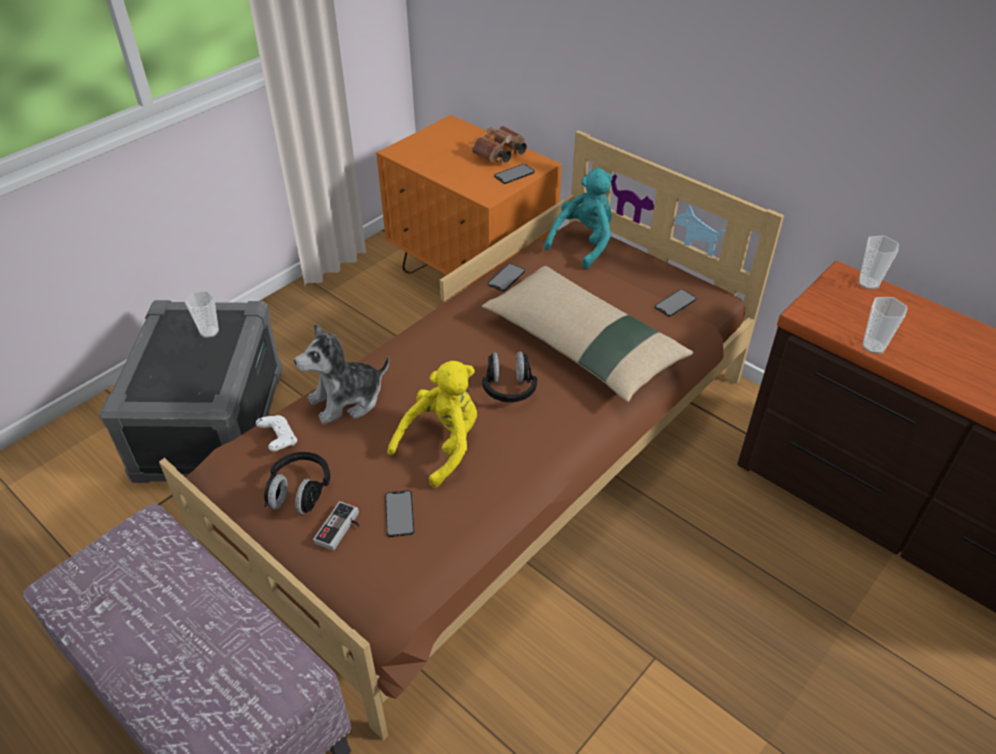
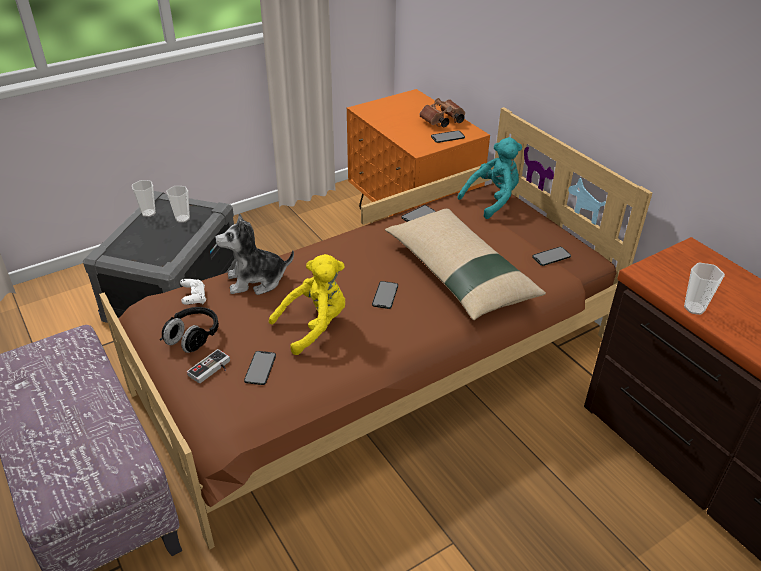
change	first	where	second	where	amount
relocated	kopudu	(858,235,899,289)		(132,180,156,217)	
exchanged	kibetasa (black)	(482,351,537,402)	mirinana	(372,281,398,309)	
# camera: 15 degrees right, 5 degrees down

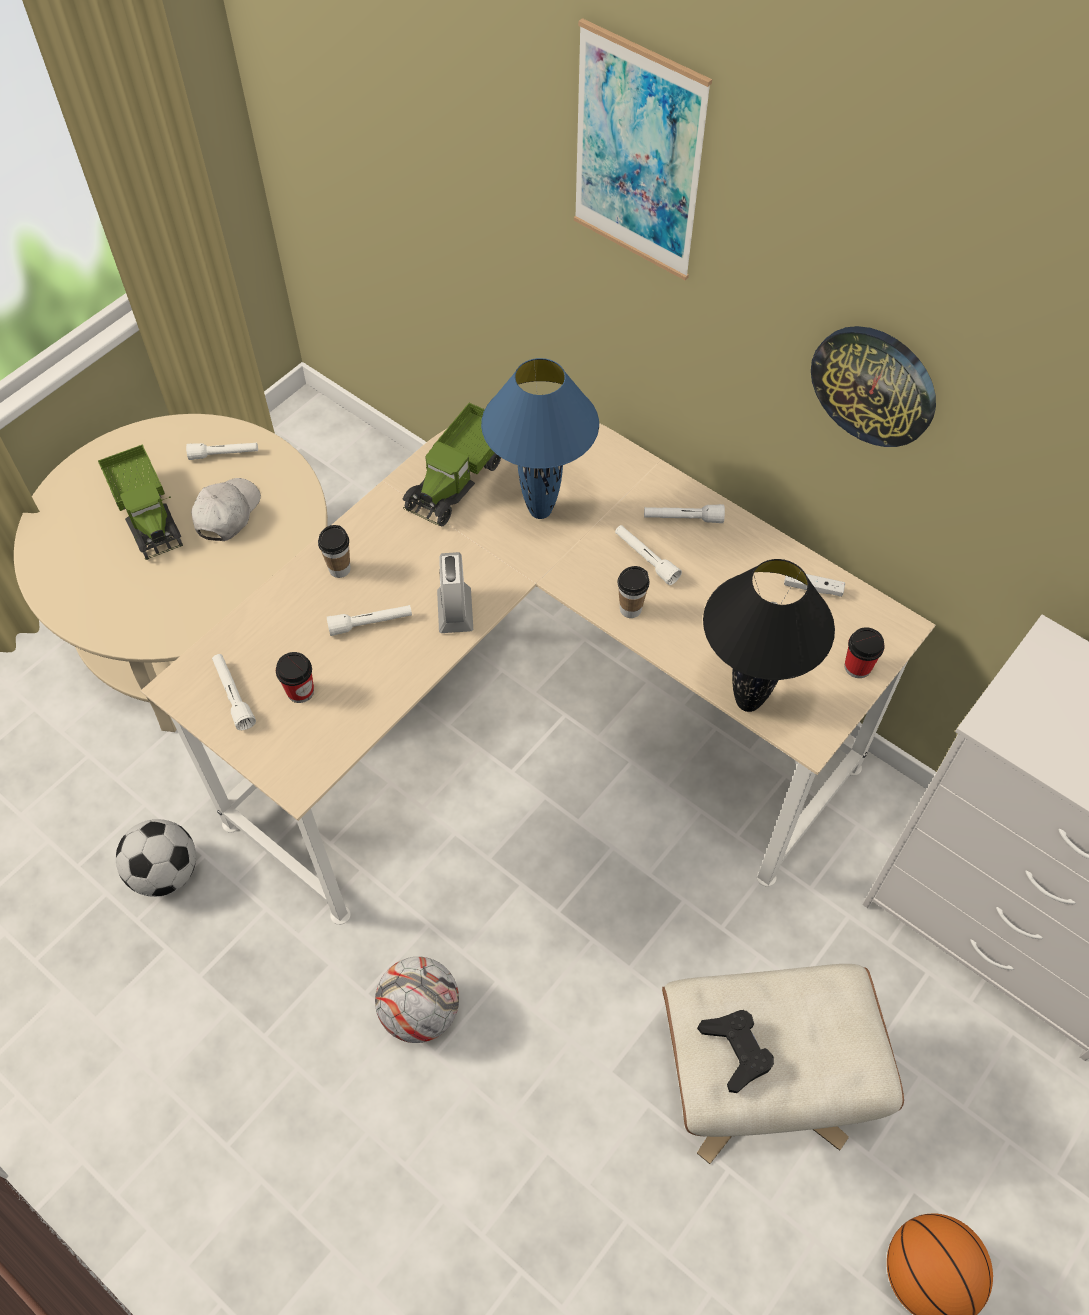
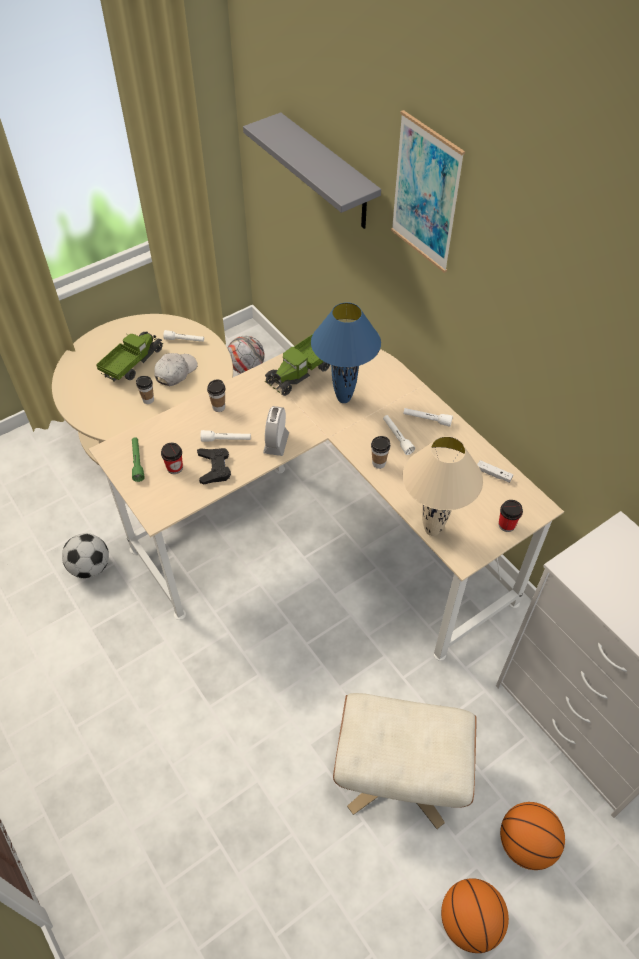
change	first	where	second	where	amount
missing	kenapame	(811,326,936,447)			
spun	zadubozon	(98,444,183,560)		(96,331,163,381)	135 degrees counterclockwise
colour	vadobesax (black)	(703,559,835,712)	vadobesax (beige)	(402,436,483,536)	
colour	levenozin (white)	(212,654,256,730)	levenozin (green)	(132,437,144,482)	
relocated	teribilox	(375,957,459,1043)		(227,336,265,373)	
relocated	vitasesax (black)	(697,1010,774,1093)		(197,448,231,484)	
appeared			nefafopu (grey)	(243,112,381,229)	
appeared			kopudu	(136,376,154,404)	
appeared			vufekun	(500,802,565,870)	
# camera: 15 degrees right, 5 degrees down

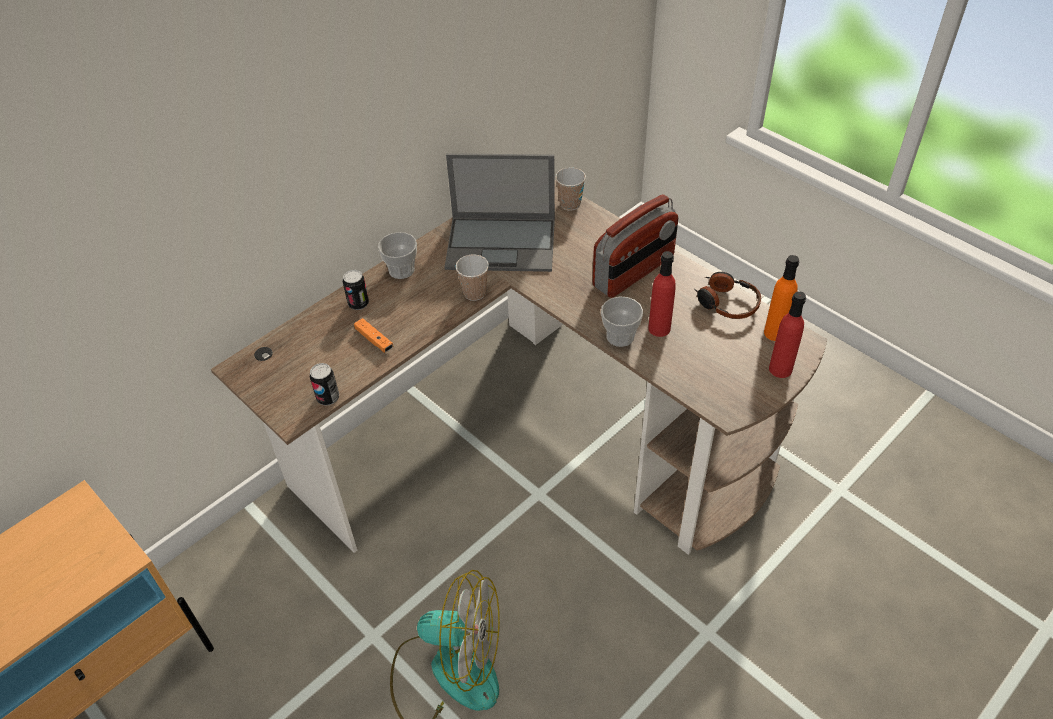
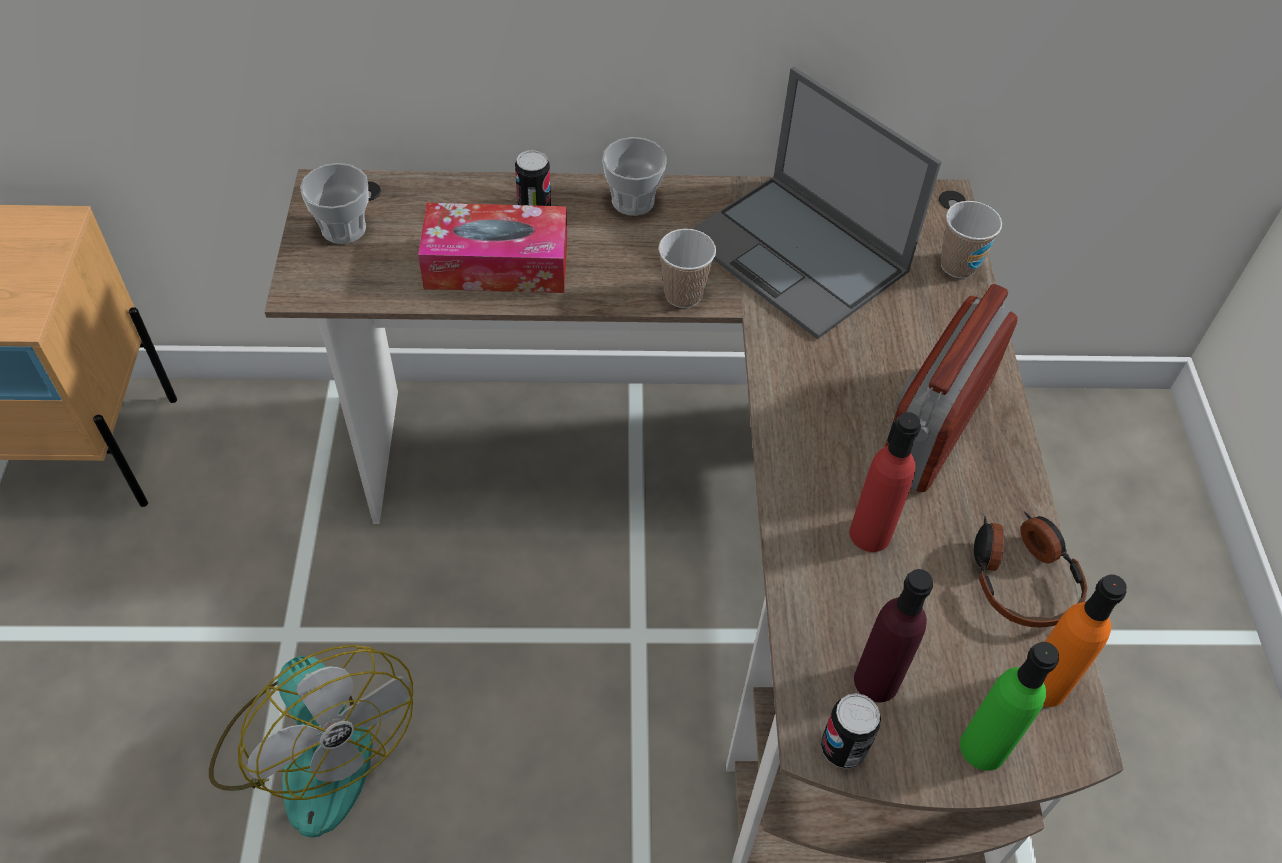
change	first	where	second	where	amount
spun	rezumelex	(593,194,678,298)		(885,284,1018,492)	120 degrees clockwise
colour	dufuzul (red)	(769,291,806,378)	dufuzul (green)	(960,642,1059,771)	
relocated	kopudu	(601,297,643,347)		(300,163,368,244)	
exchanged	vitasesax (orange)	(354,318,393,353)	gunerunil	(418,203,567,293)	
relocated	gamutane	(310,363,339,406)		(821,693,881,769)	
appeared			dufuzul (purple)	(854,569,933,702)	
# camera: 40 degrees right, 5 degrees up

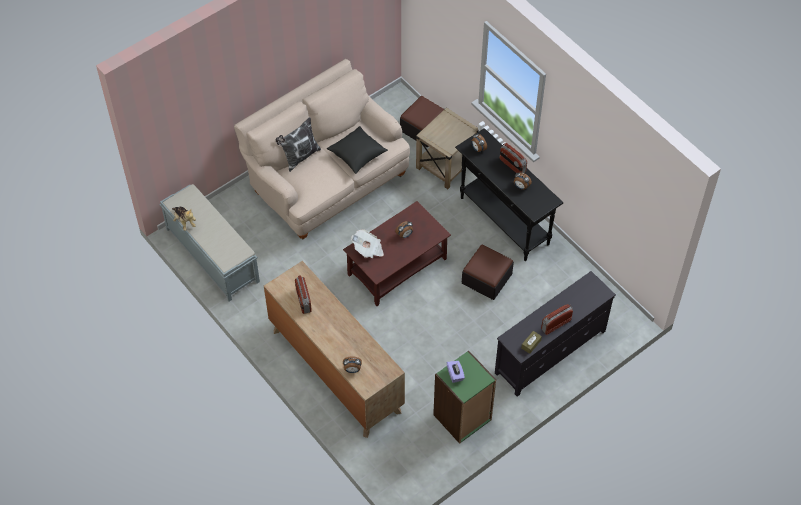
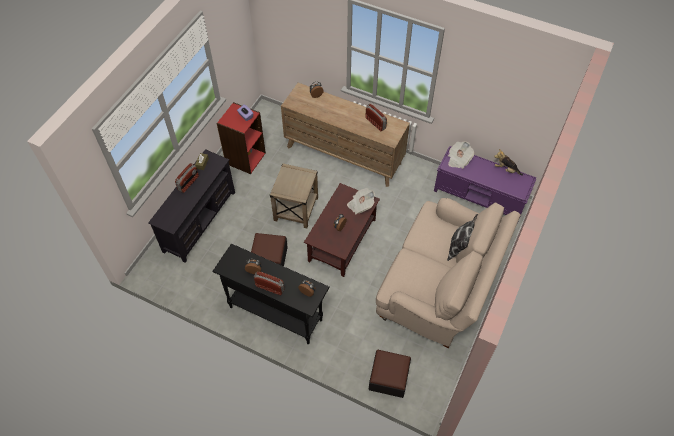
change	first	where	second	where	amount
relocated	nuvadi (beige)	(416,107,479,189)		(270,163,318,228)	
missing	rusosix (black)	(327,126,388,174)			
colour	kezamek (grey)	(159,184,260,302)	kezamek (purple)	(434,146,536,221)	
colour	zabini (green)	(433,350,496,444)	zabini (red)	(216,102,266,174)	
appeared			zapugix	(448,141,474,169)	
# camera: 155 degrees right, 0 degrees up

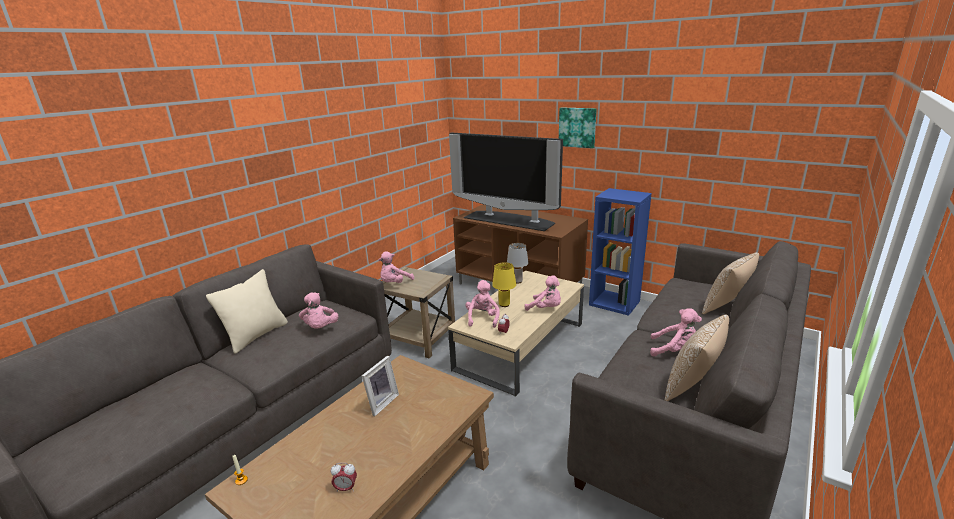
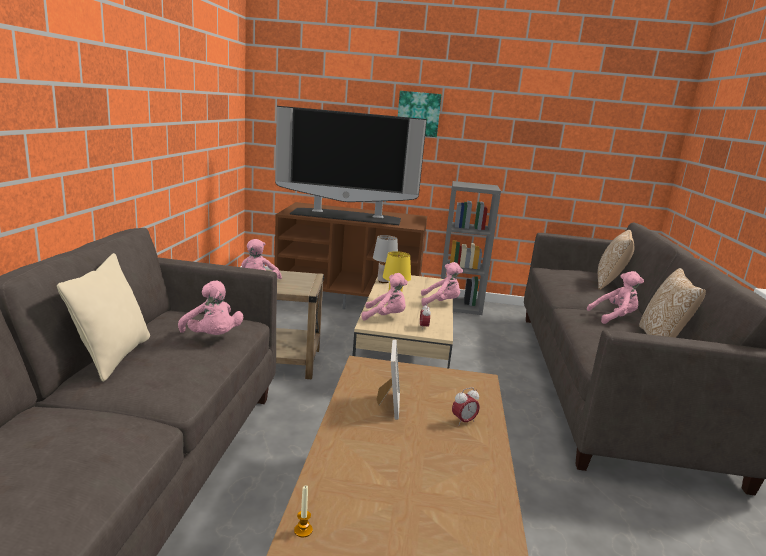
change	first	where	second	where	amount
colour	zabini (blue)	(589,188,652,316)	zabini (grey)	(441,181,501,315)	
spun	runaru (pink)	(465,280,500,328)		(362,273,408,320)	120 degrees clockwise
relocated	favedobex	(331,463,357,492)		(452,387,480,426)	
# camera: 30 degrees left, 5 degrees down

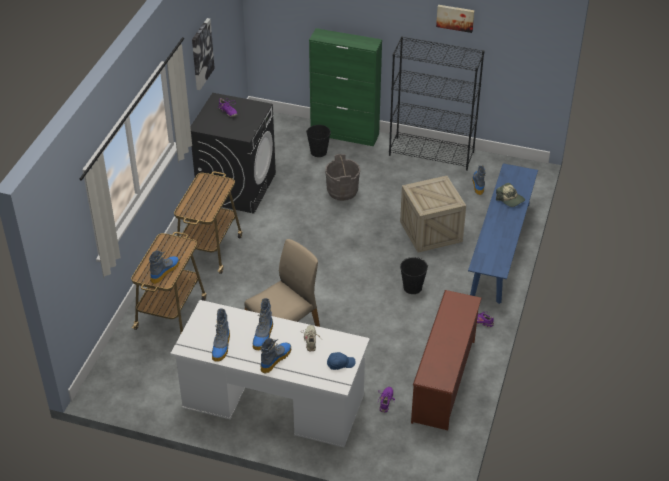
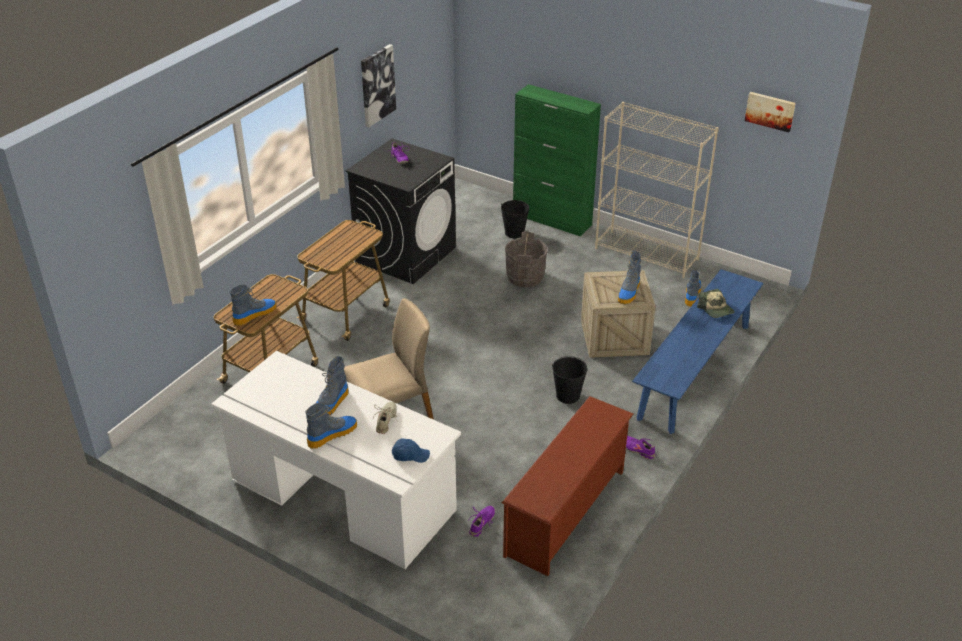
change	first	where	second	where	amount
relocated	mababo	(436,5,475,33)		(745,92,796,133)	
colour	zabini (black)	(389,36,484,171)	zabini (beige)	(595,102,719,278)	
relocated	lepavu	(212,308,230,362)		(618,251,641,304)	
# camera: 15 degrees right, 5 degrees down

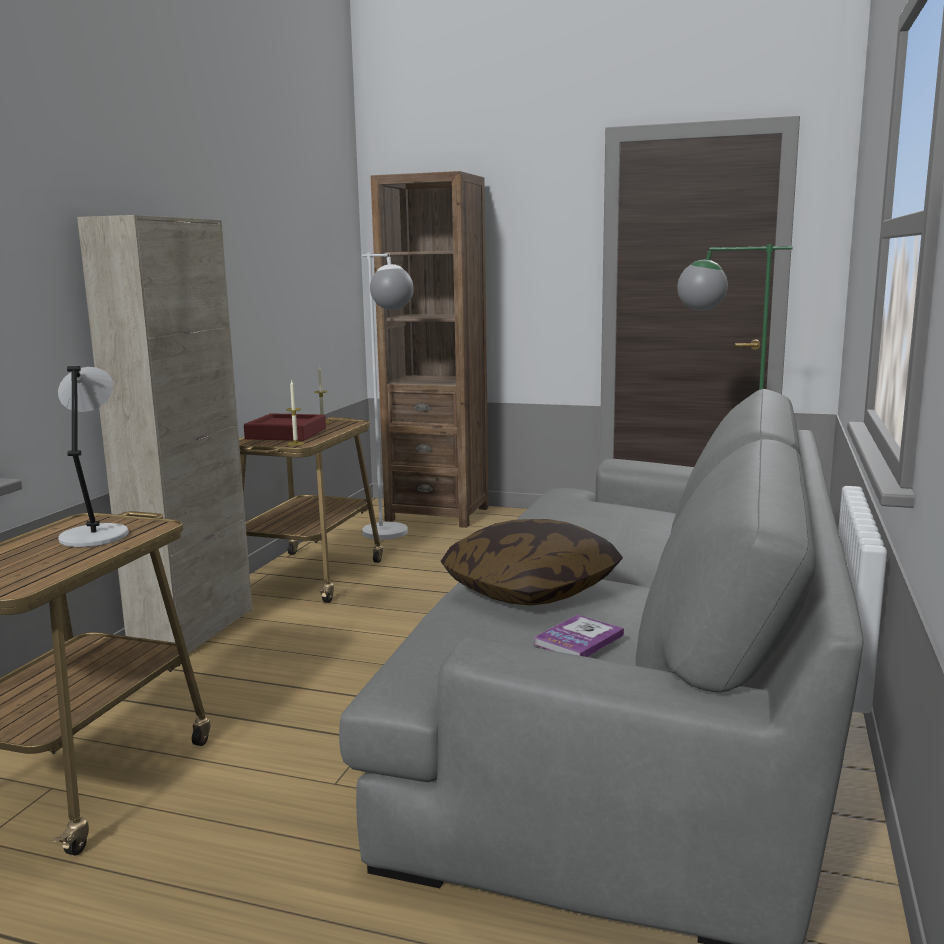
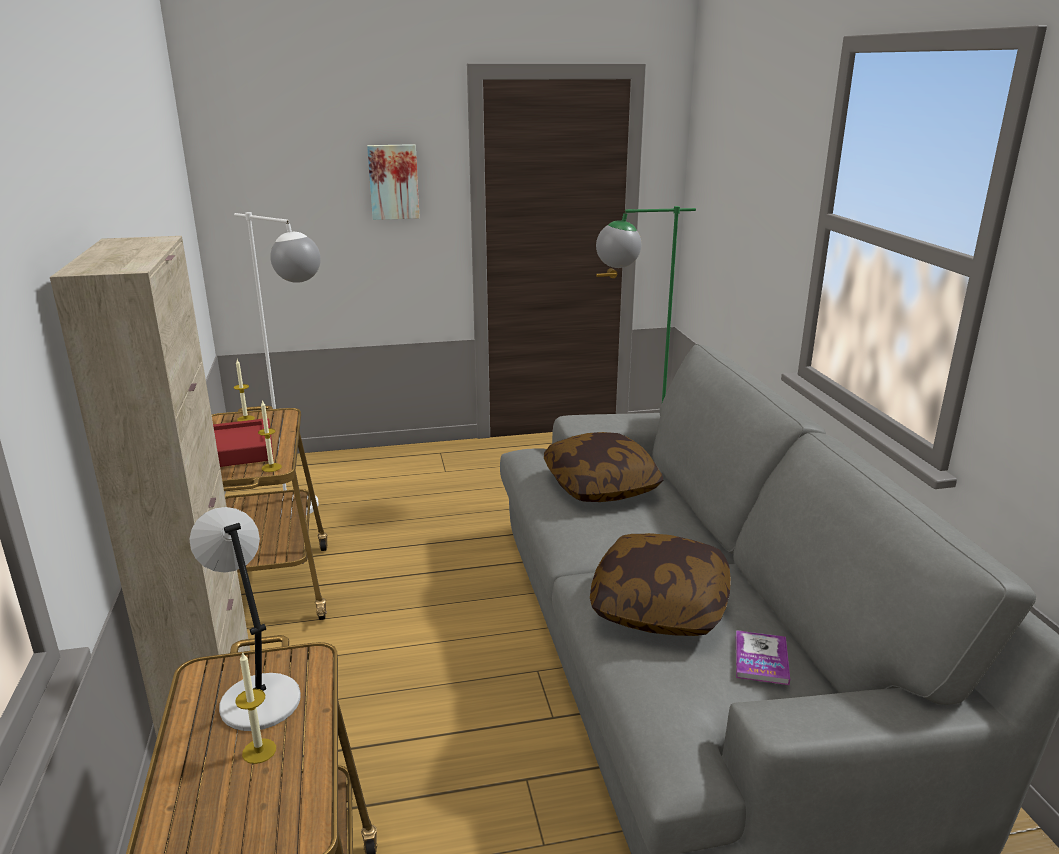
change	first	where	second	where	amount
missing	zabini (brown)	(371,171,489,528)			
appeared			mababo	(367,144,420,220)	
appeared			rusosix	(544,432,663,502)	
appeared			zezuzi	(235,651,276,764)	
# camera: 30 degrees left, 10 degrees up

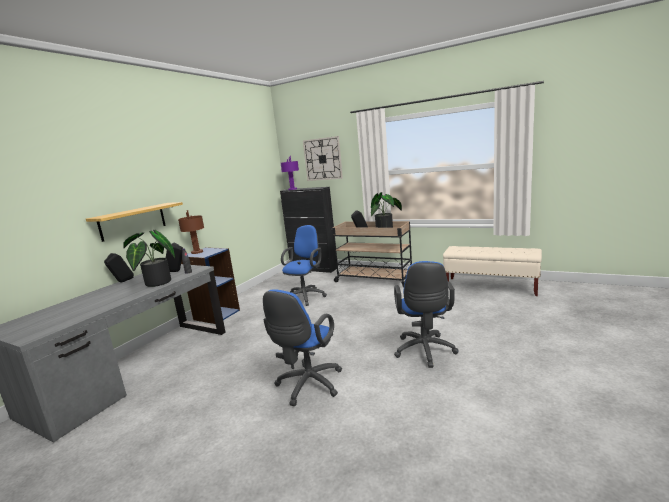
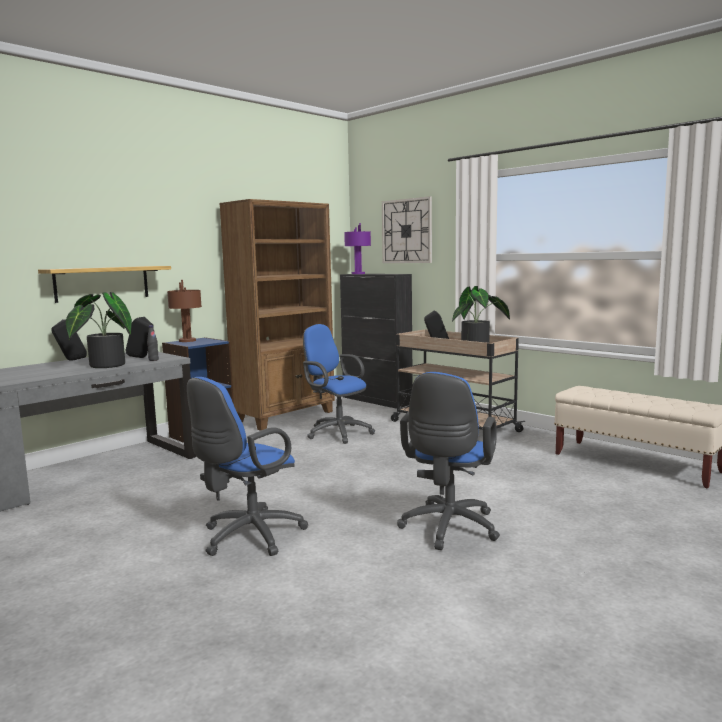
change	first	where	second	where	amount
spun	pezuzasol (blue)	(281,225,327,306)		(303,324,375,444)	90 degrees counterclockwise
appeared			zabini (brown)	(219,199,335,431)	
# camera: 15 degrees right, 5 degrees down

